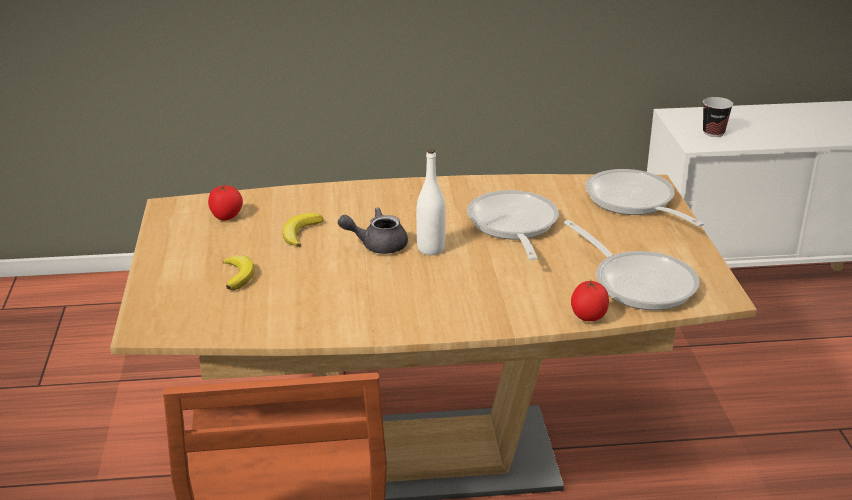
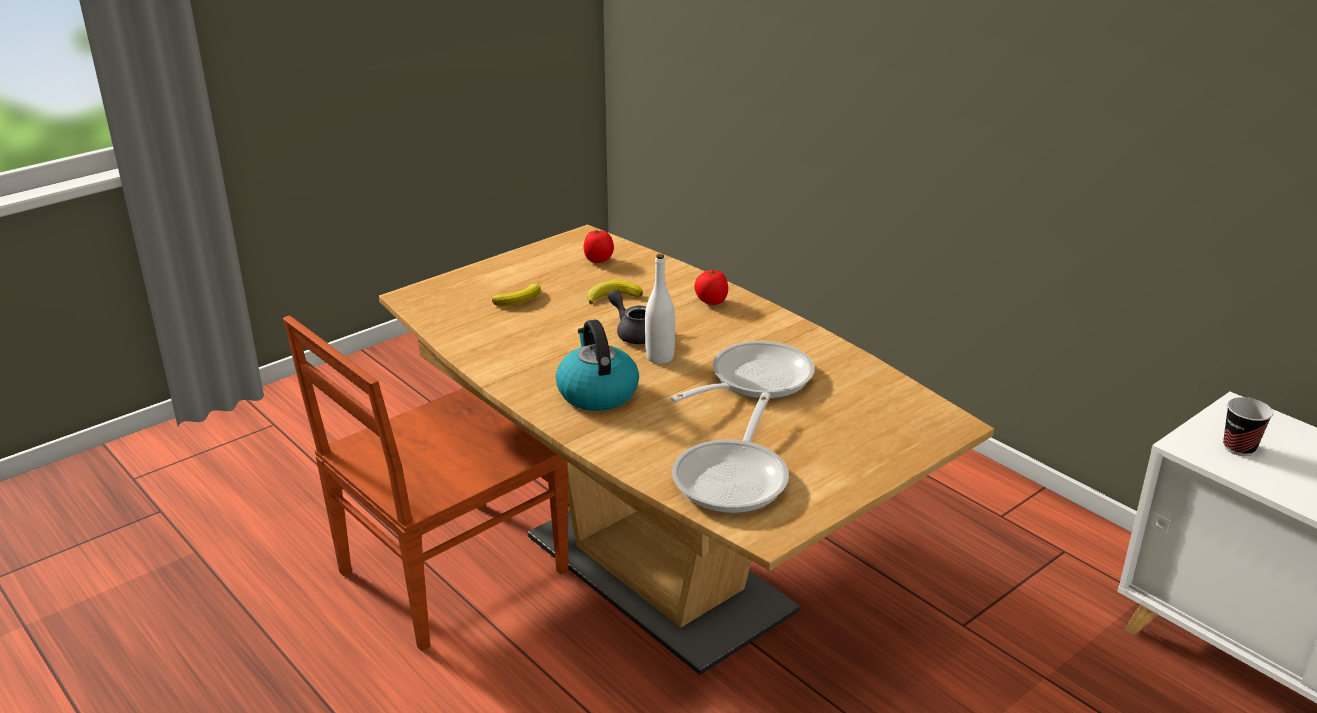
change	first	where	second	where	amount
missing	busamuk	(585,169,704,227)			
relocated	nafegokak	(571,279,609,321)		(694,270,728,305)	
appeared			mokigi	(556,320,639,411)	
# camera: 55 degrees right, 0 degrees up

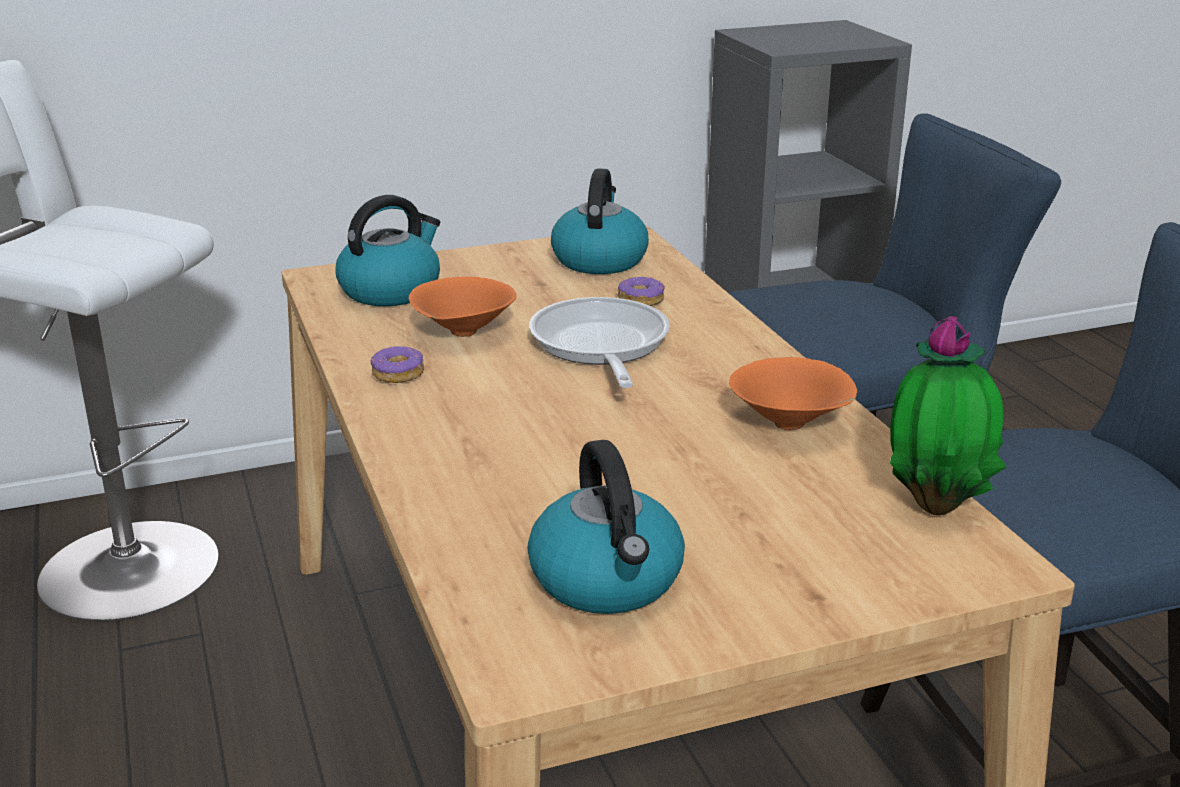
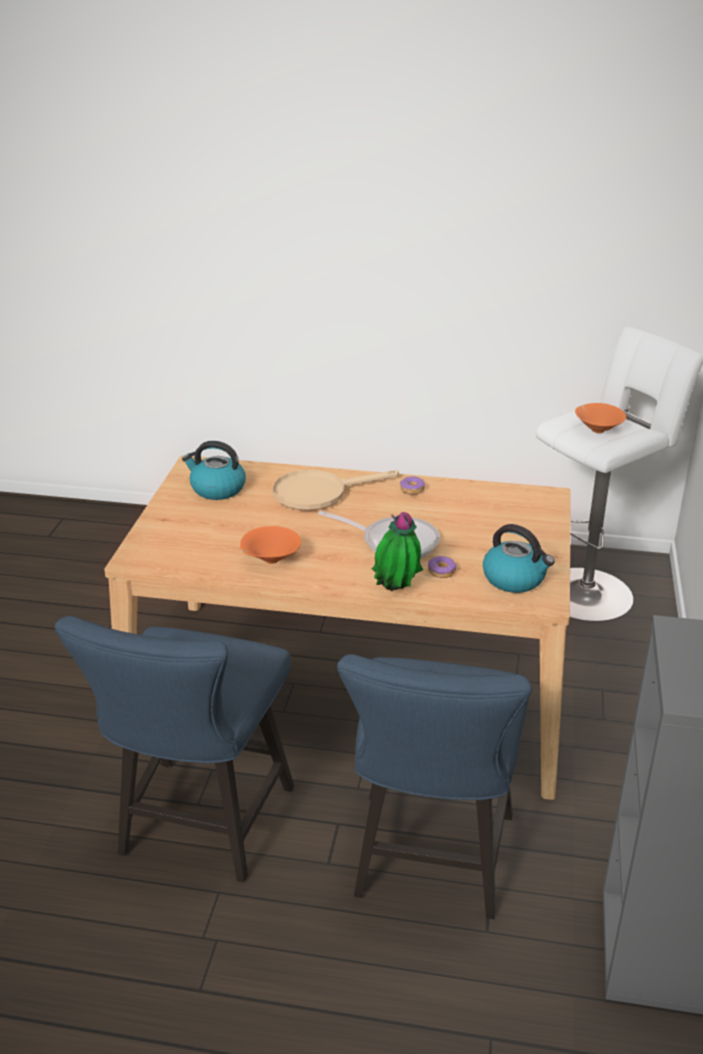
change	first	where	second	where	amount
missing	mokigi	(336,195,440,306)			
relocated	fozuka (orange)	(409,277,517,337)		(575,403,626,433)	
relocated	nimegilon	(890,316,1006,515)		(372,512,423,591)	
appeared			busamuk (beige)	(273,470,399,511)	
# camera: 120 degrees right, 5 degrees up

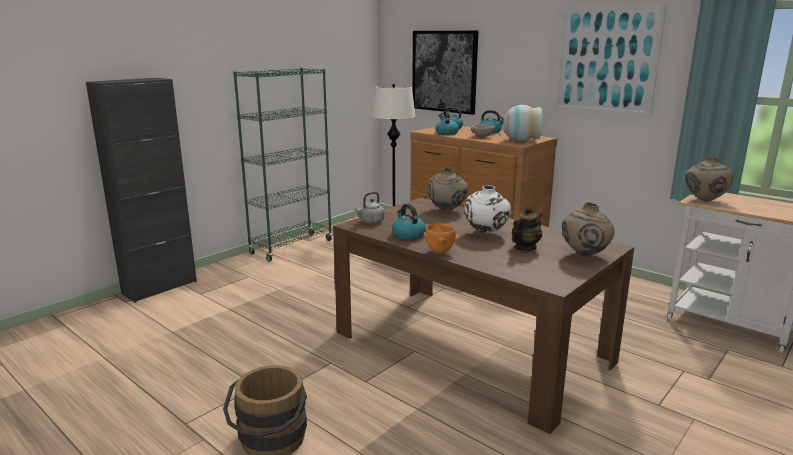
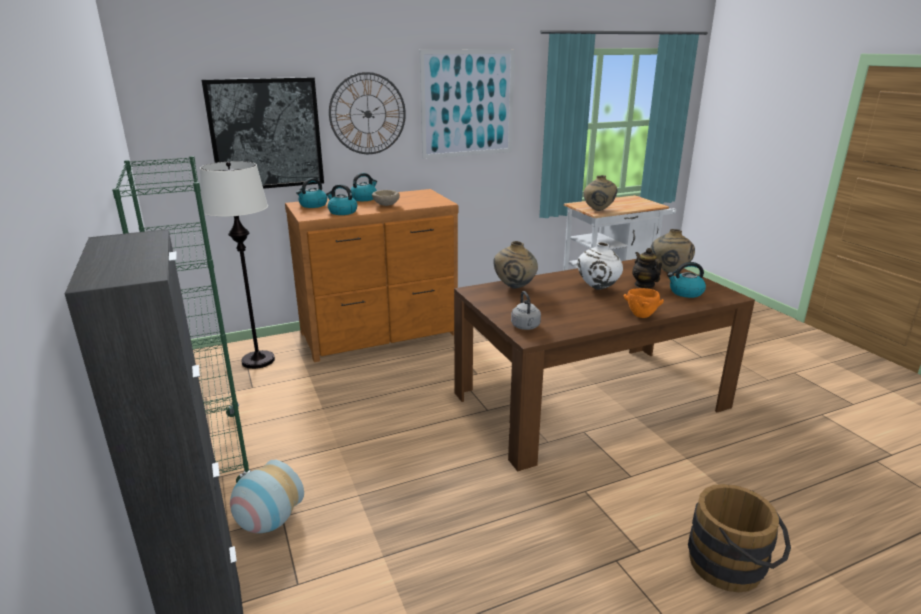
change	first	where	second	where	amount
relocated	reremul	(503,105,543,141)		(230,460,304,533)	
relocated	mokigi	(392,204,426,240)		(667,262,706,298)	
appeared			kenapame	(329,72,406,154)	
# camera: 65 degrees left, 5 degrees up

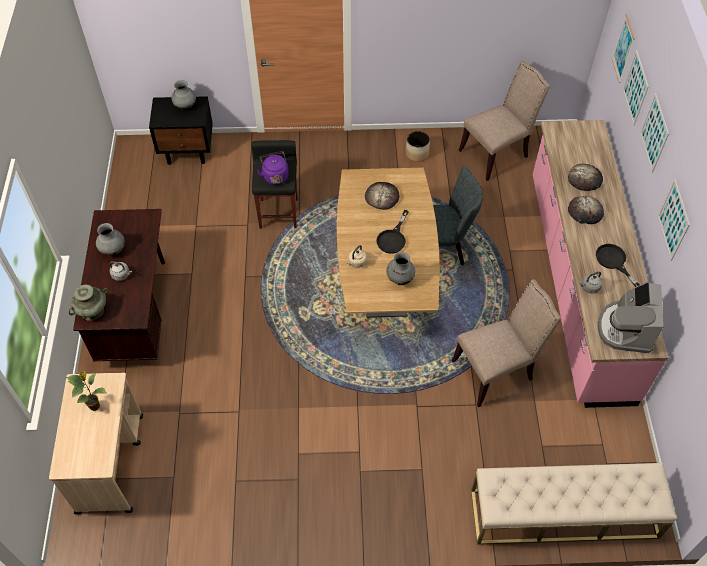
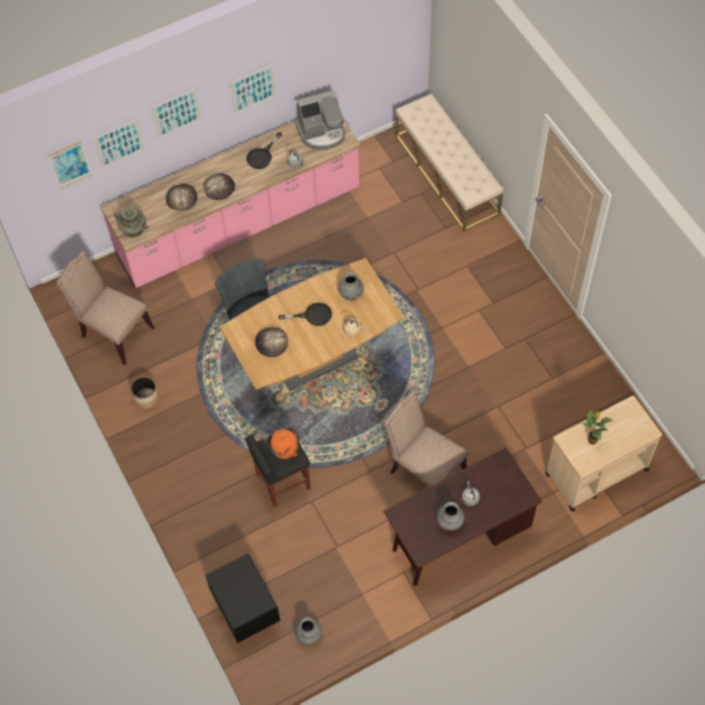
change	first	where	second	where	amount
relocated	reremul (grey)	(171,80,196,109)		(295,618,322,645)	
colour	mokigi (purple)	(256,151,289,185)	mokigi (orange)	(265,429,298,459)	
relocated	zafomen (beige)	(451,279,561,407)		(384,390,468,487)	
relocated	reremul (turquoise)	(68,285,108,321)		(114,207,148,238)	
# camera: 115 degrees left, 5 degrees up

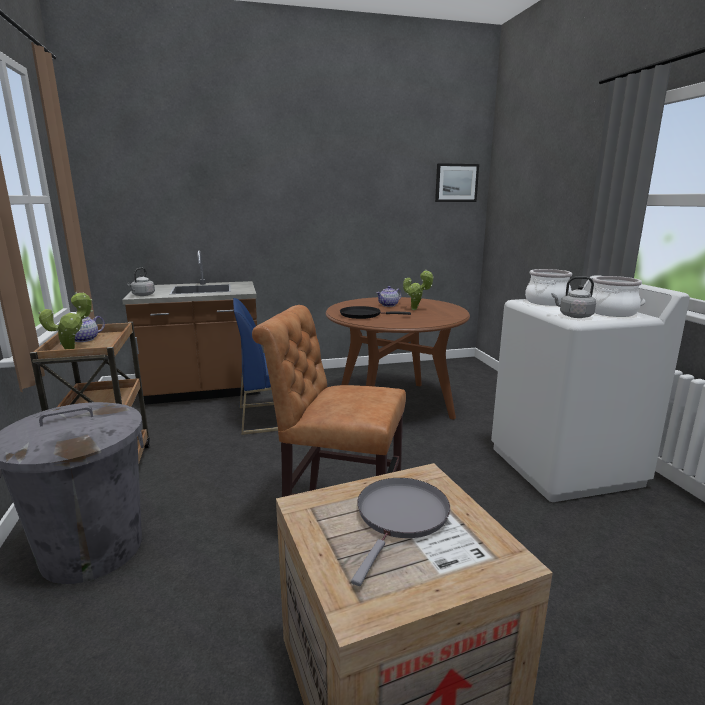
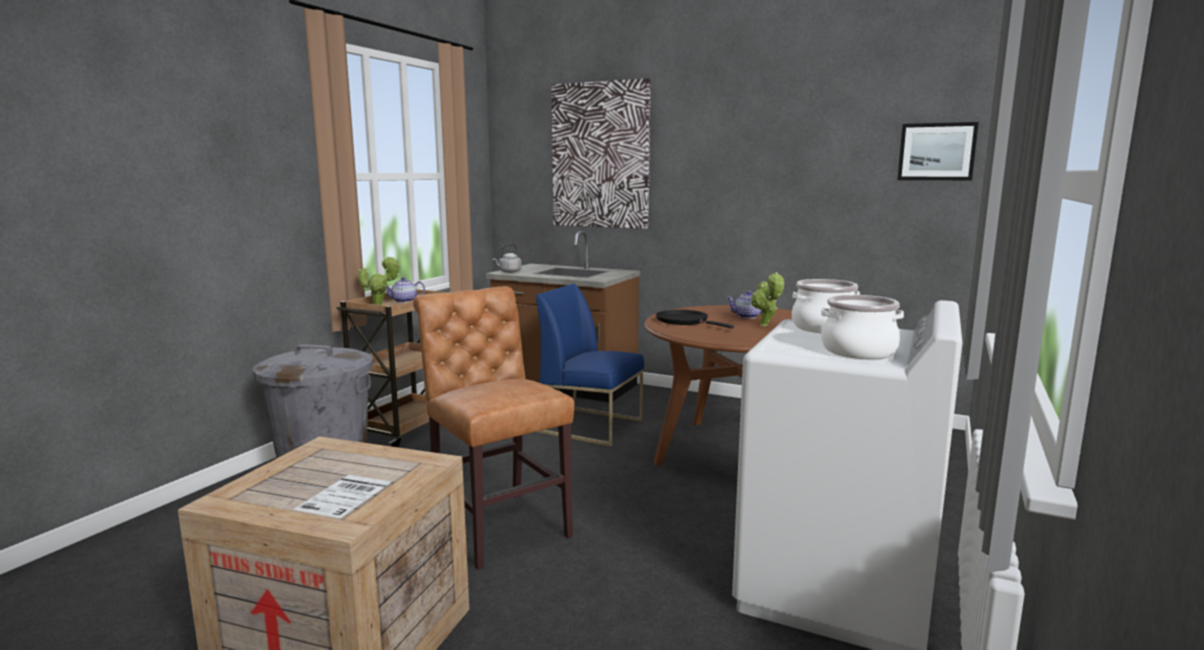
change	first	where	second	where	amount
missing	mokigi (grey)	(551,276,596,318)			
missing	busamuk (grey)	(351,478,450,586)			
appeared			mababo	(551,78,651,229)	
# camera: 40 degrees right, 5 degrees down

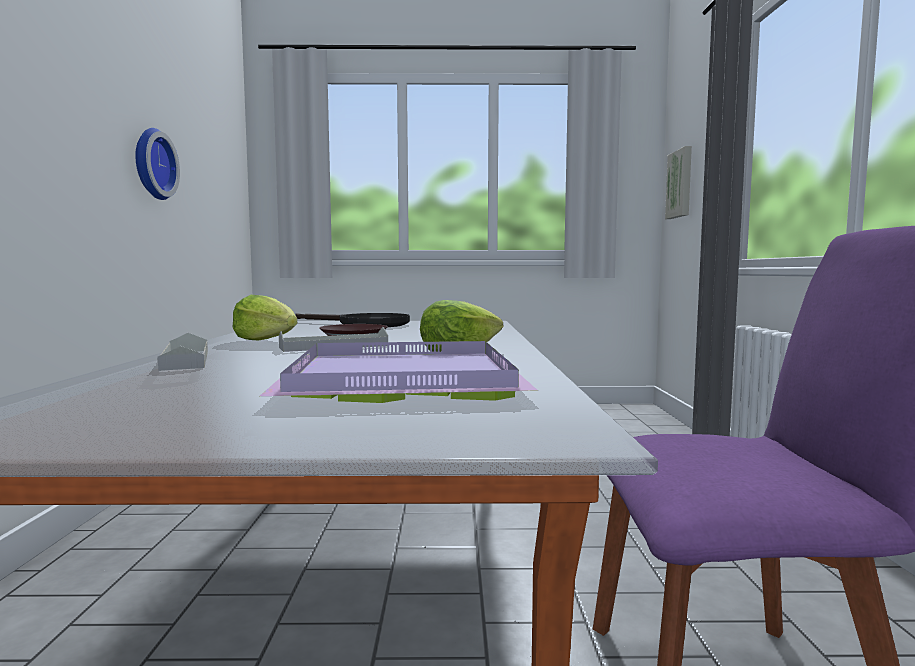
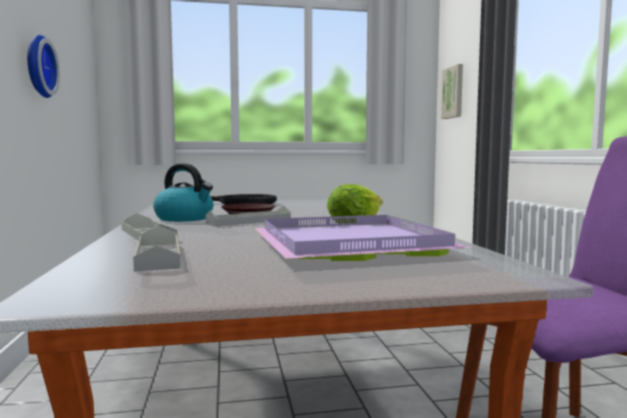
change	first	where	second	where	amount
exchanged	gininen	(233,295,297,340)	mokigi	(153,163,213,222)	
appeared			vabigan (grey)	(133,226,181,272)	
# camera: 10 degrees left, 0 degrees up

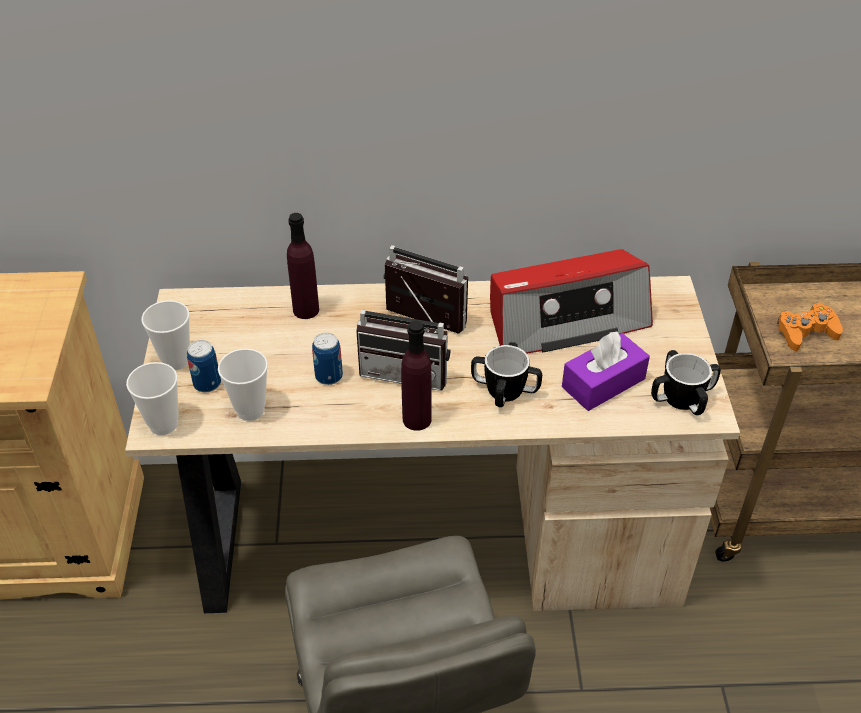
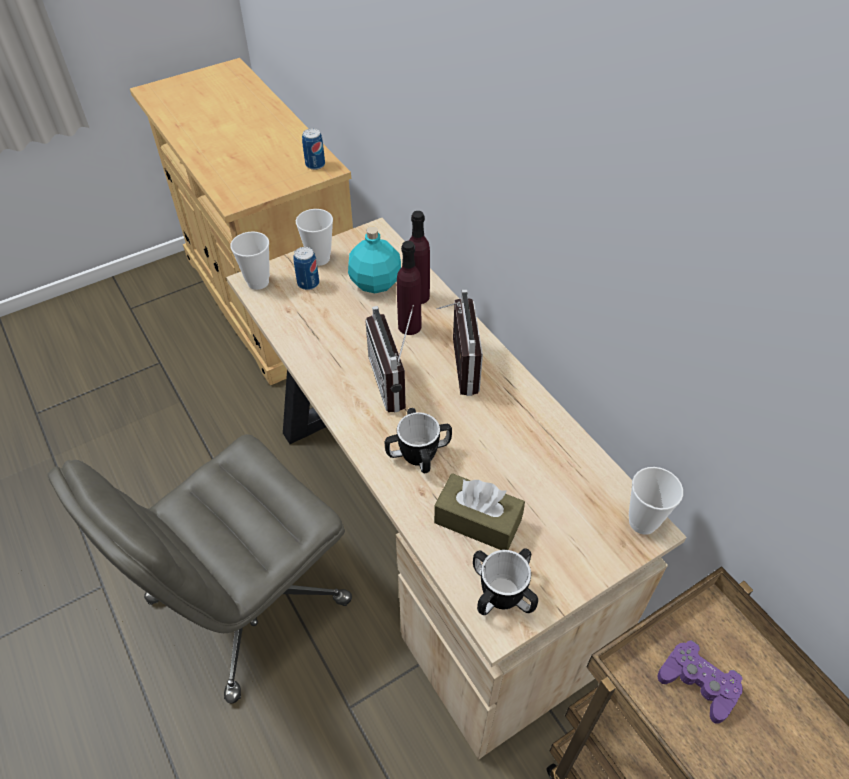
change	first	where	second	where	amount
missing	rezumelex	(490,249,653,354)			
colour	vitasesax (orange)	(777,302,843,351)	vitasesax (purple)	(658,640,743,724)	
relocated	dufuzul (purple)	(401,321,432,431)		(397,241,422,335)	
colour	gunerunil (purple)	(562,332,650,411)	gunerunil (brown)	(434,473,525,550)	
relocated	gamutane	(312,333,343,385)		(302,128,325,170)	
relocated	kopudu	(218,349,268,421)		(629,467,683,535)	
appeared			dufuzul (turquoise)	(348,226,401,293)	
# camera: 60 degrees right, 5 degrees up

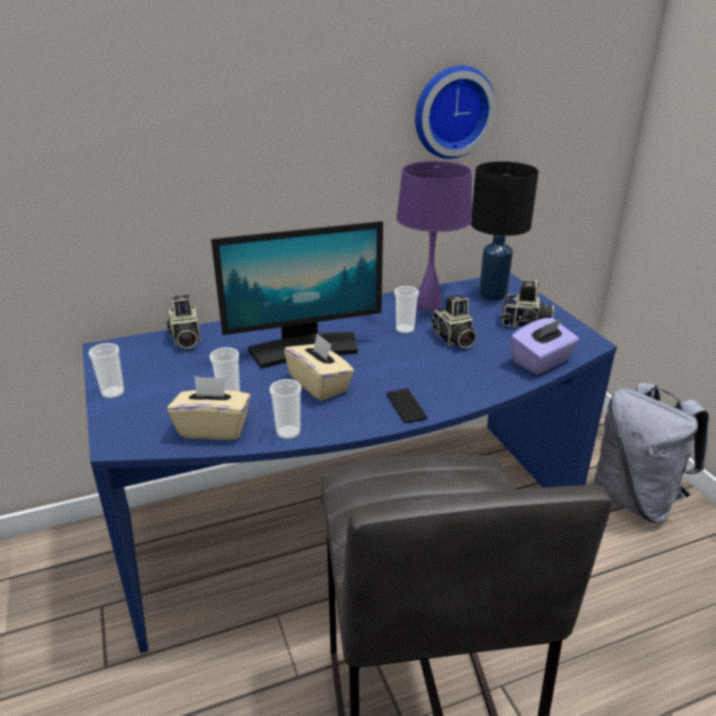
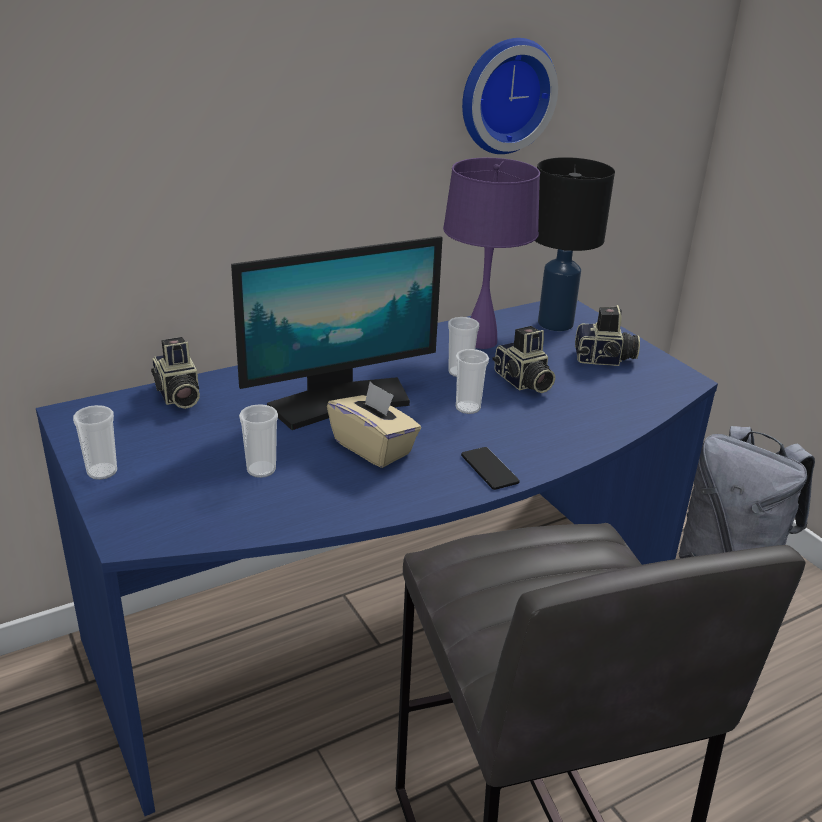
change	first	where	second	where	amount
missing	gunerunil (purple)	(510,318,579,375)			
missing	gunerunil (beige)	(167,376,251,440)			
relocated	kopudu	(269,379,302,440)		(455,349,489,414)	
# camera: 10 degrees left, 0 degrees up

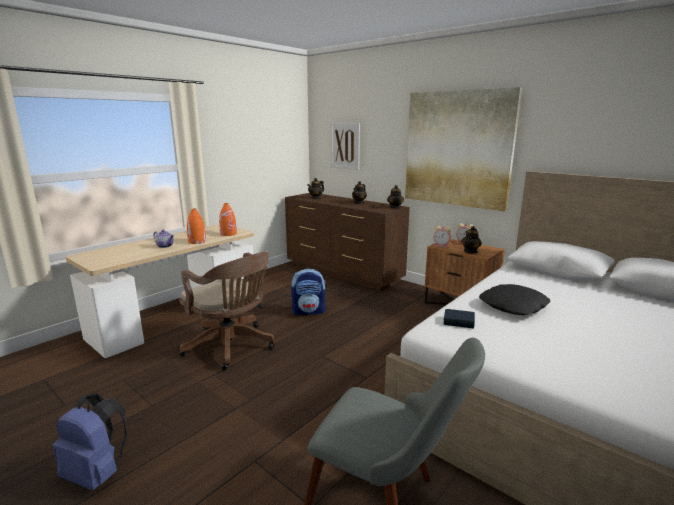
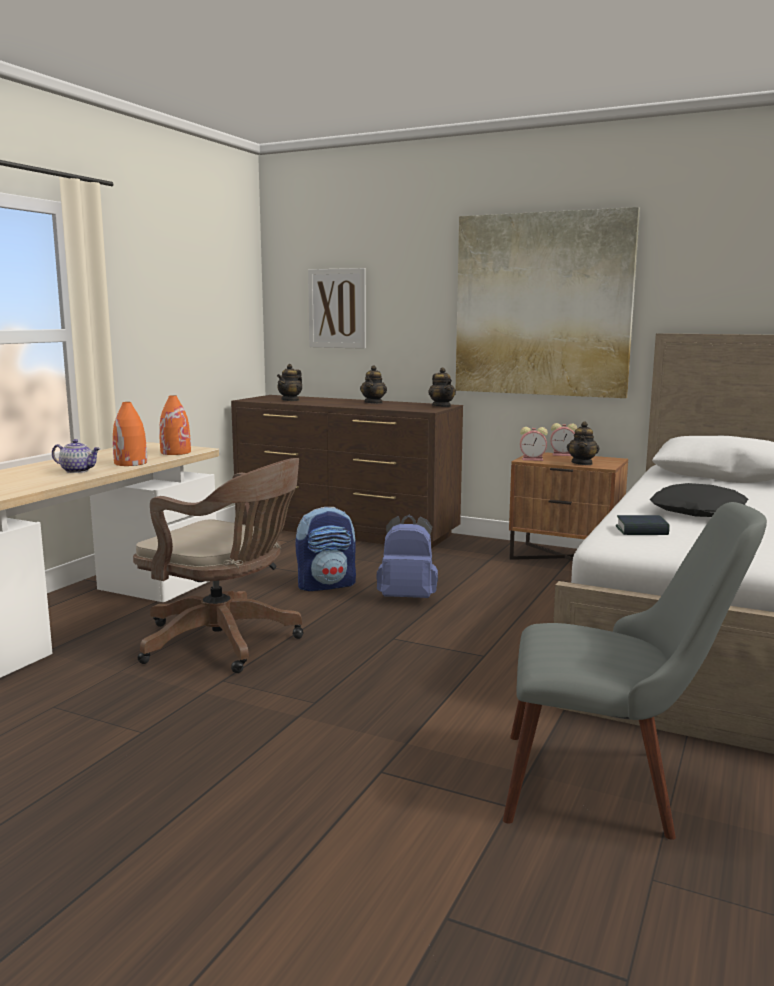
change	first	where	second	where	amount
relocated	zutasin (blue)	(52,393,127,490)		(377,515,438,598)	
# camera: 15 degrees left, 5 degrees down

